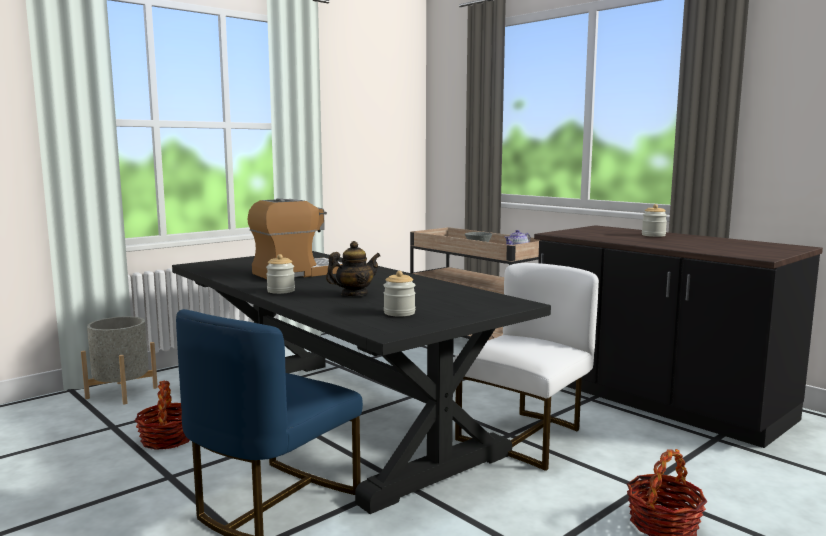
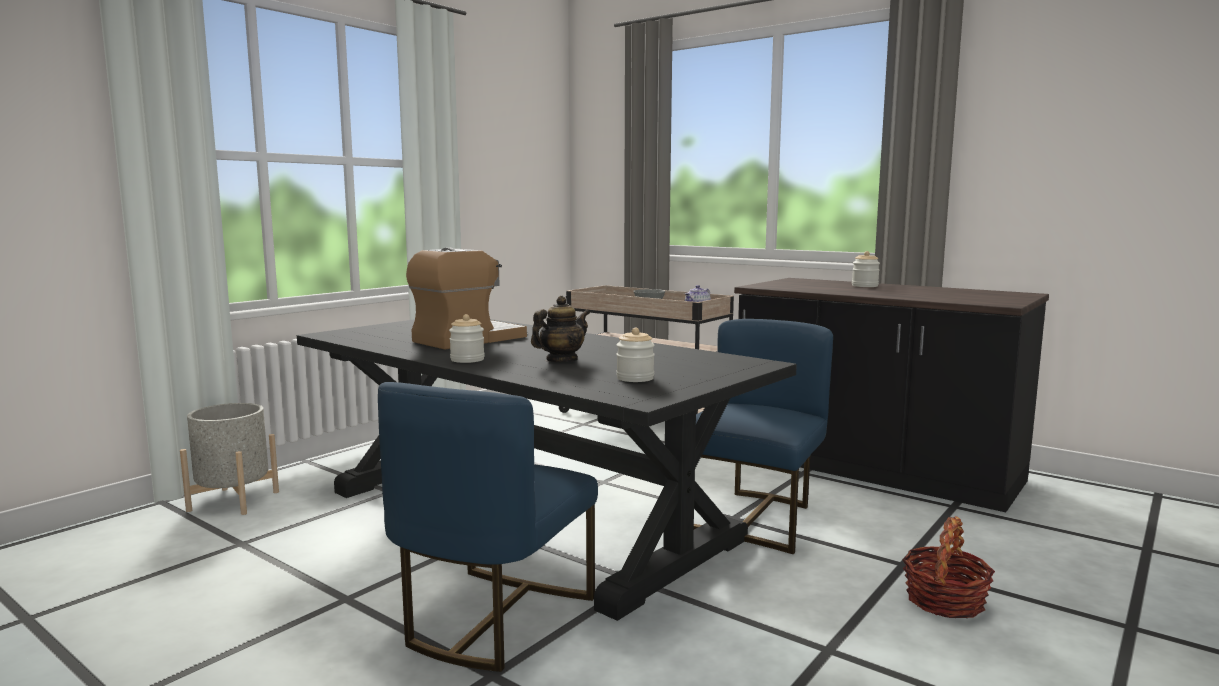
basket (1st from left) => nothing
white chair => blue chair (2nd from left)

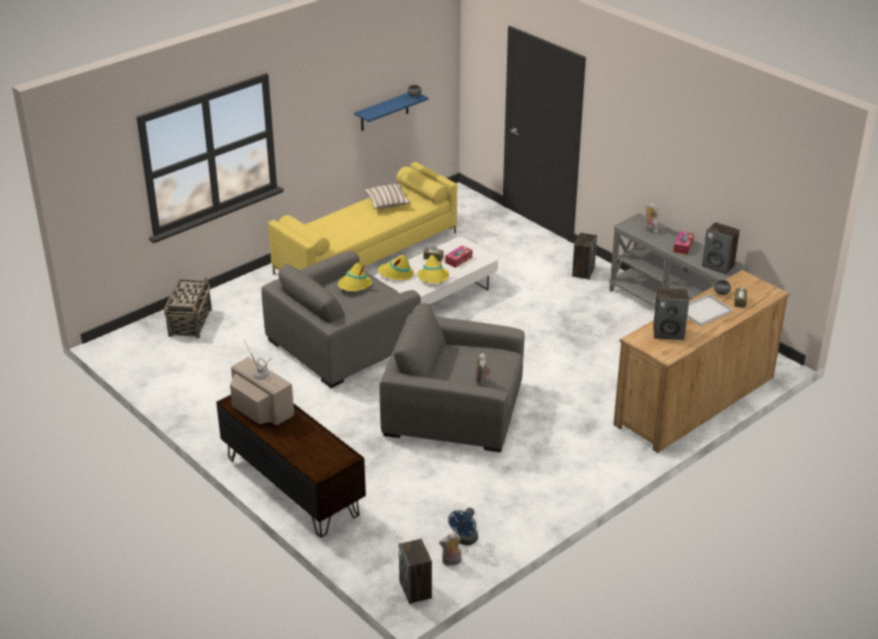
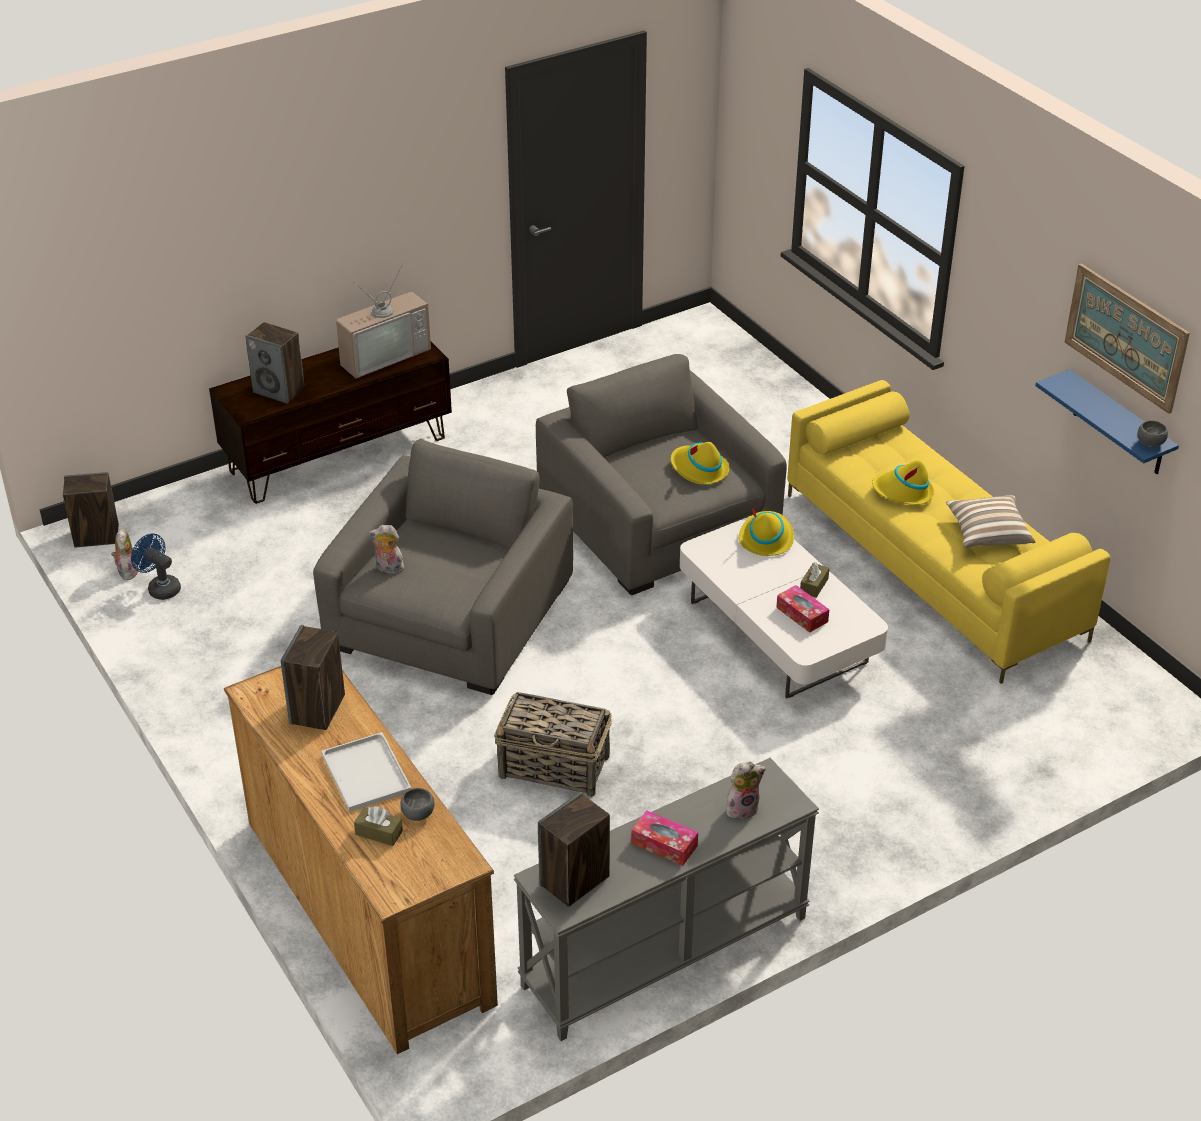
nothing => picture
basket, move
yellow hat (3rd from left), move
speaker (2nd from left), move

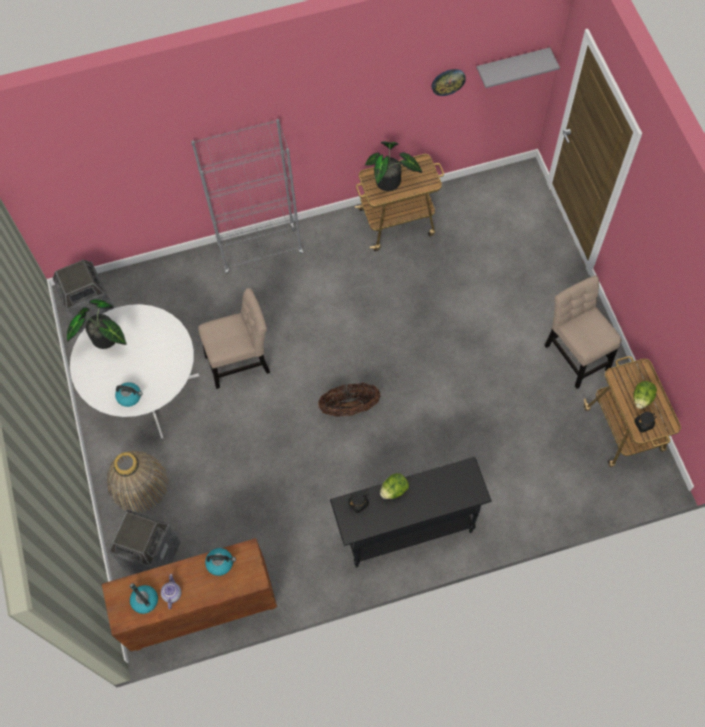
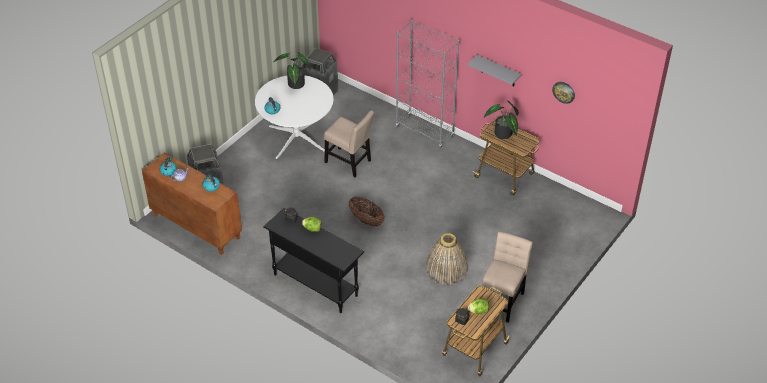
basket (1st from left in the first image) => basket (2nd from left), move
grey shelf, move

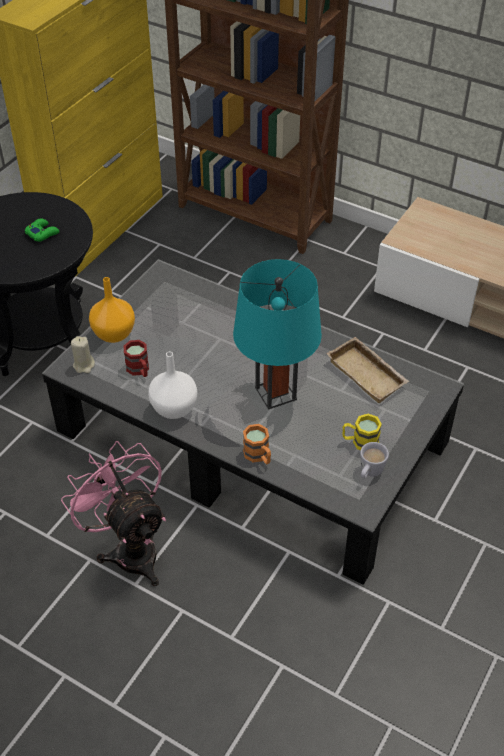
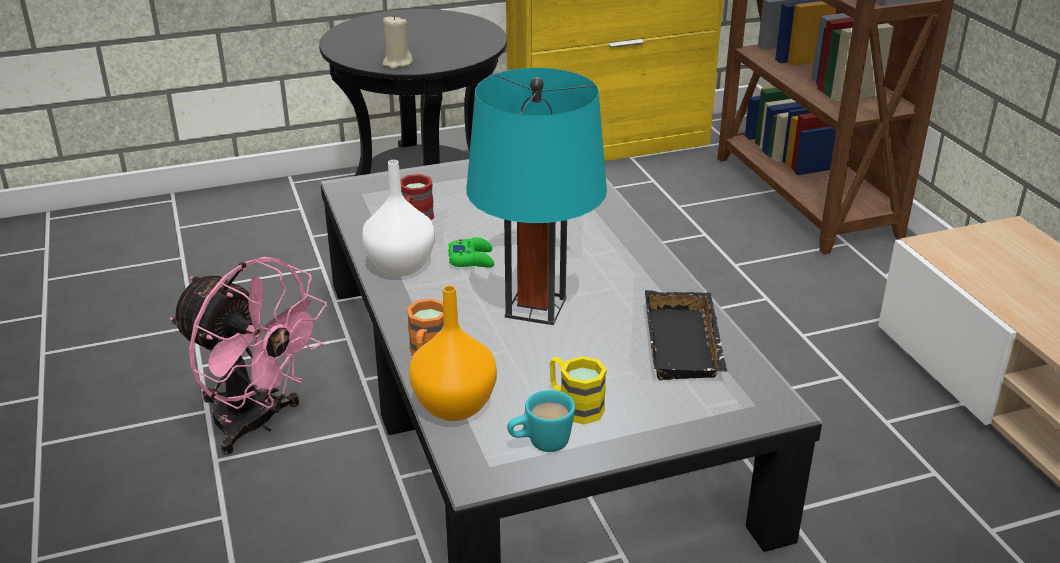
green game controller, move
beige candle, move
orange vase, move
beige tray => black tray
white mug => turquoise mug
pink fan, 120 degrees clockwise

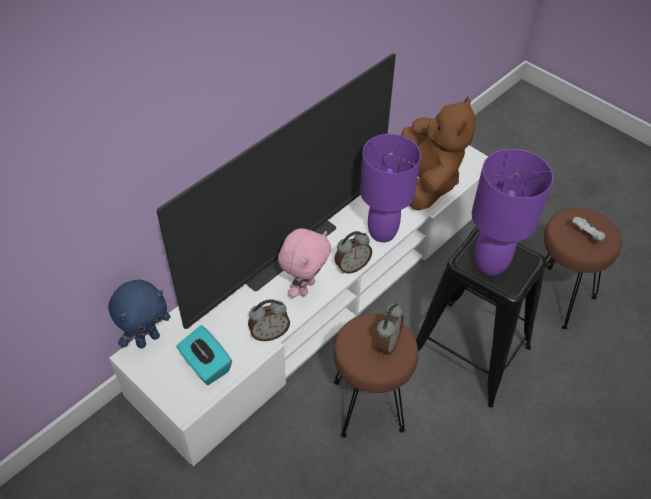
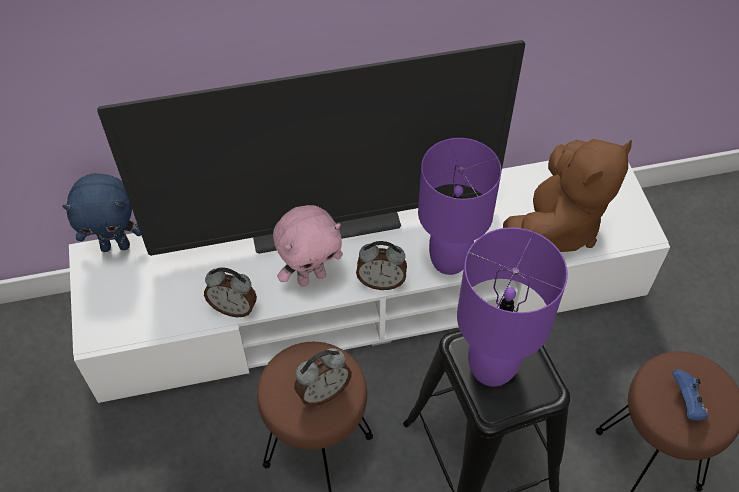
turquoise tissue box => nothing
white game controller => blue game controller

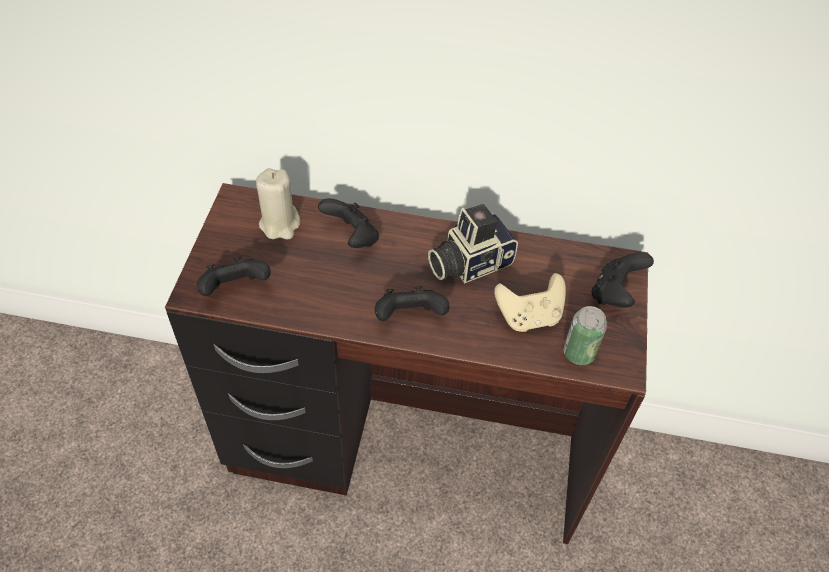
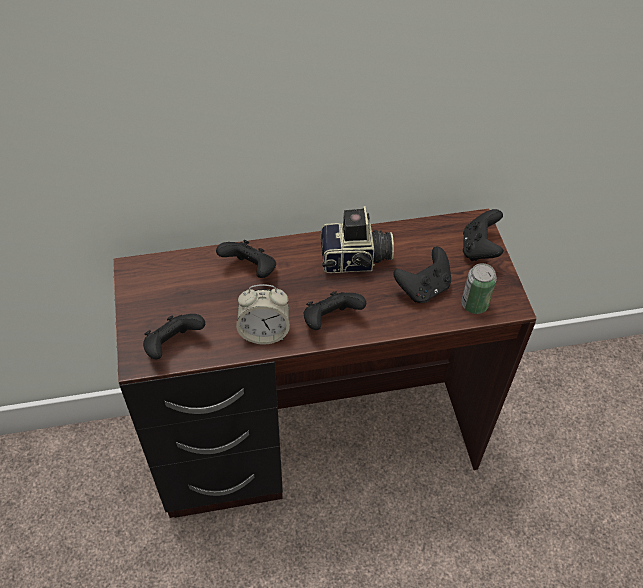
beige candle => nothing
nothing => alarm clock
beige game controller => black game controller (4th from left)
photo camera, 135 degrees counterclockwise

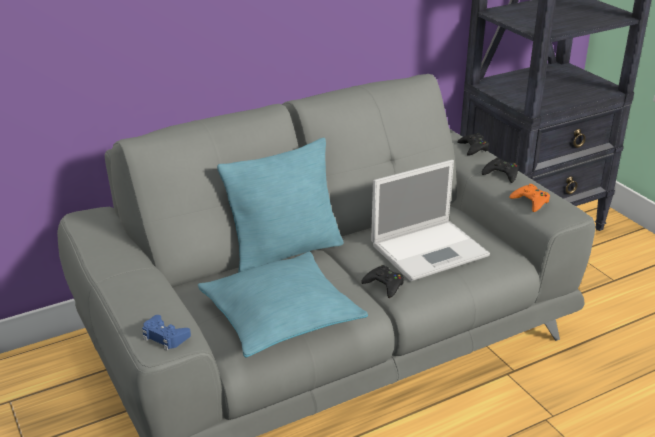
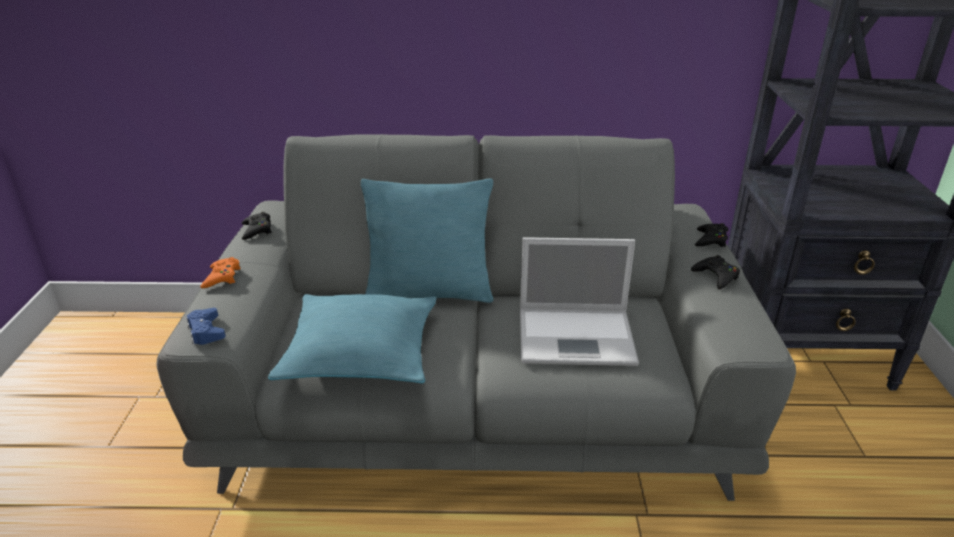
black game controller (1st from left), move
orange game controller, move

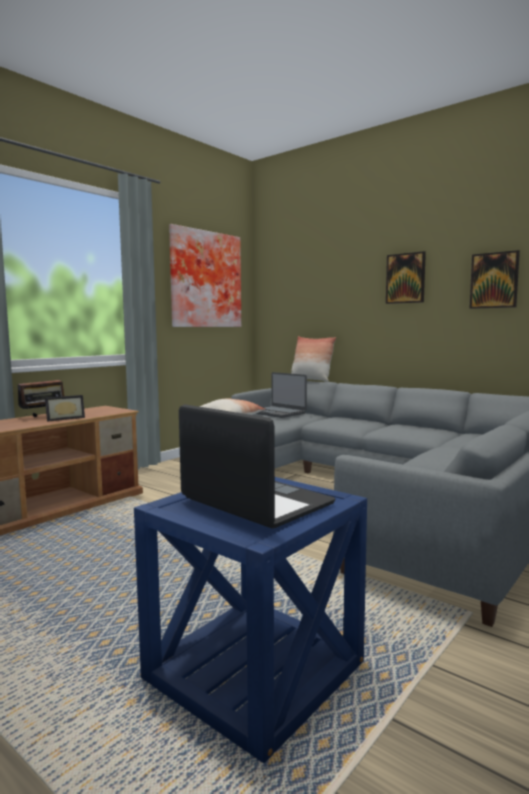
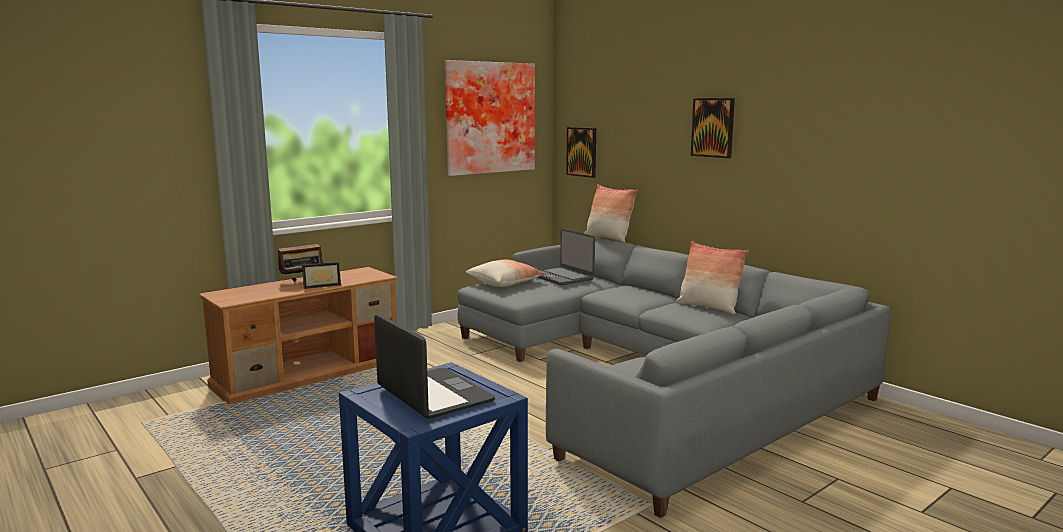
nothing => pillow (3rd from left)
picture (3rd from left in the first image) => picture (2nd from left), move

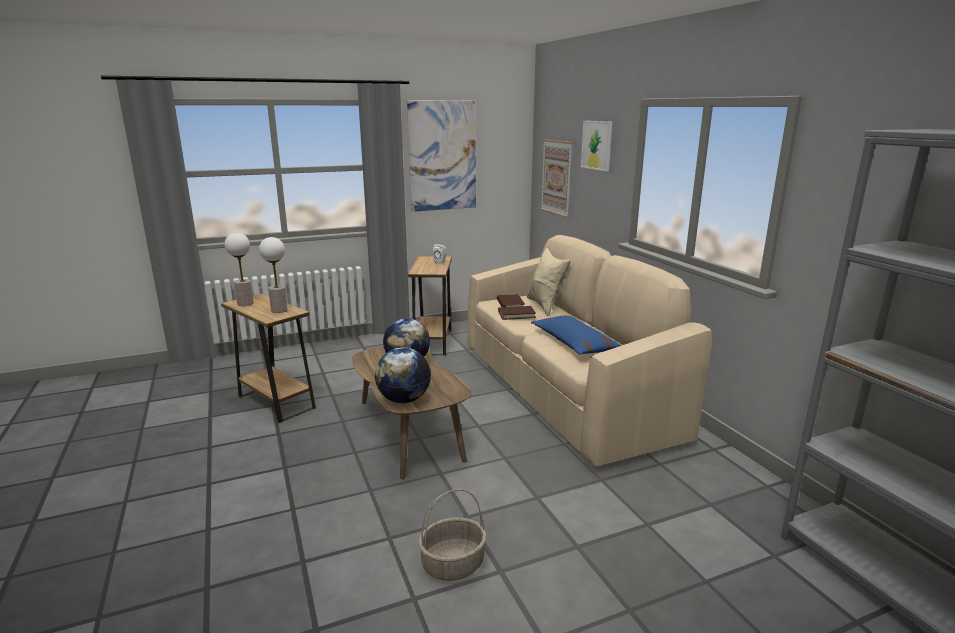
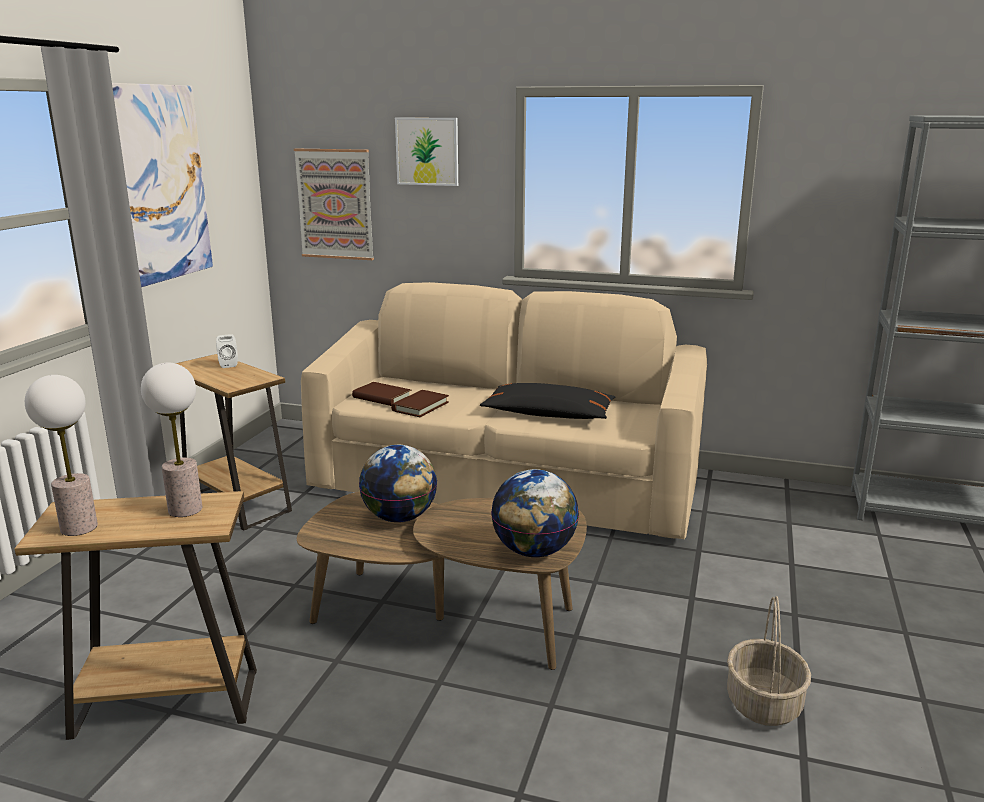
beige pillow => nothing
blue pillow => black pillow

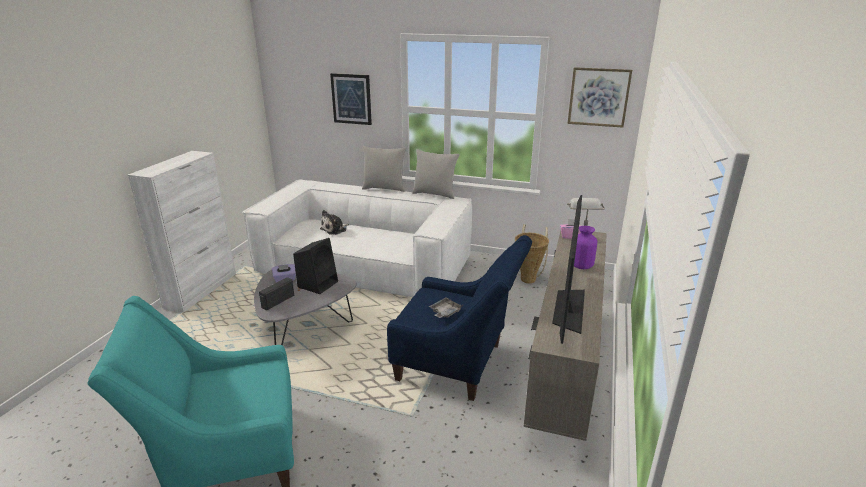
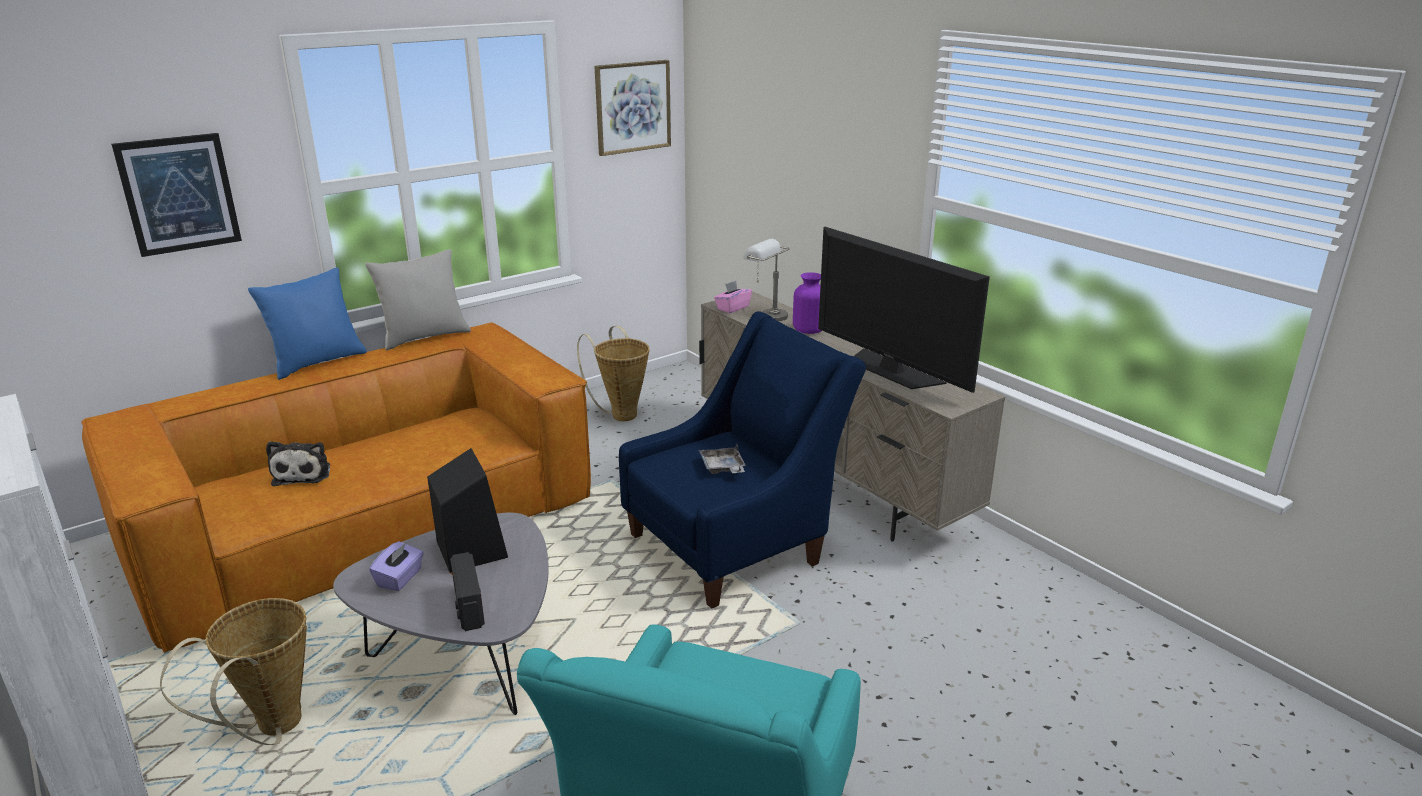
nothing => basket (1st from left)
white sofa => brown sofa
grey pillow (1st from left) => blue pillow

